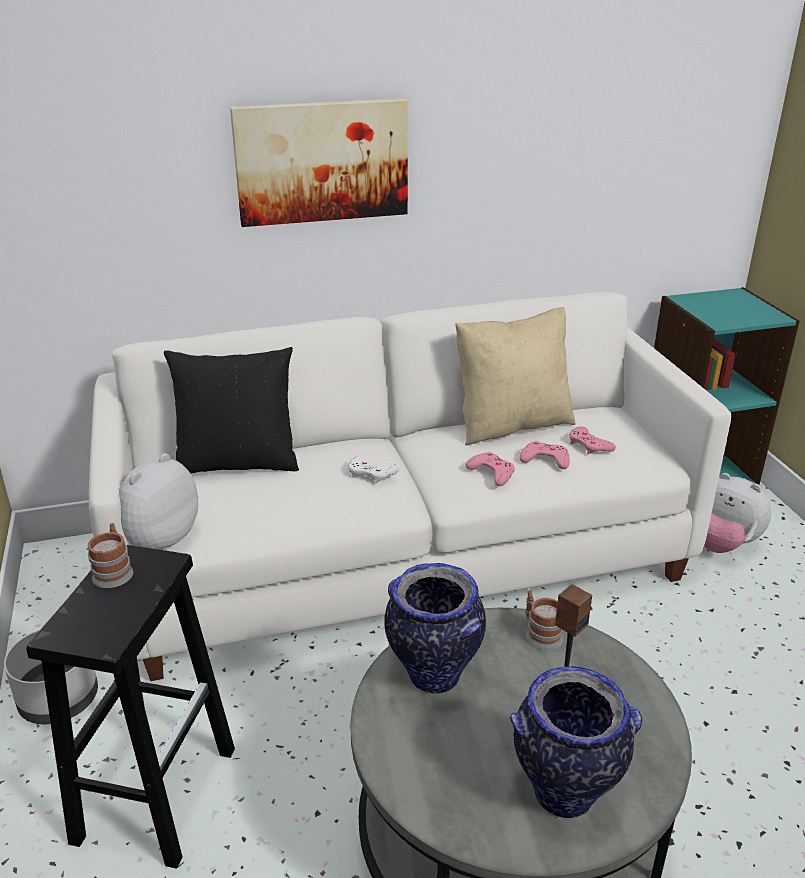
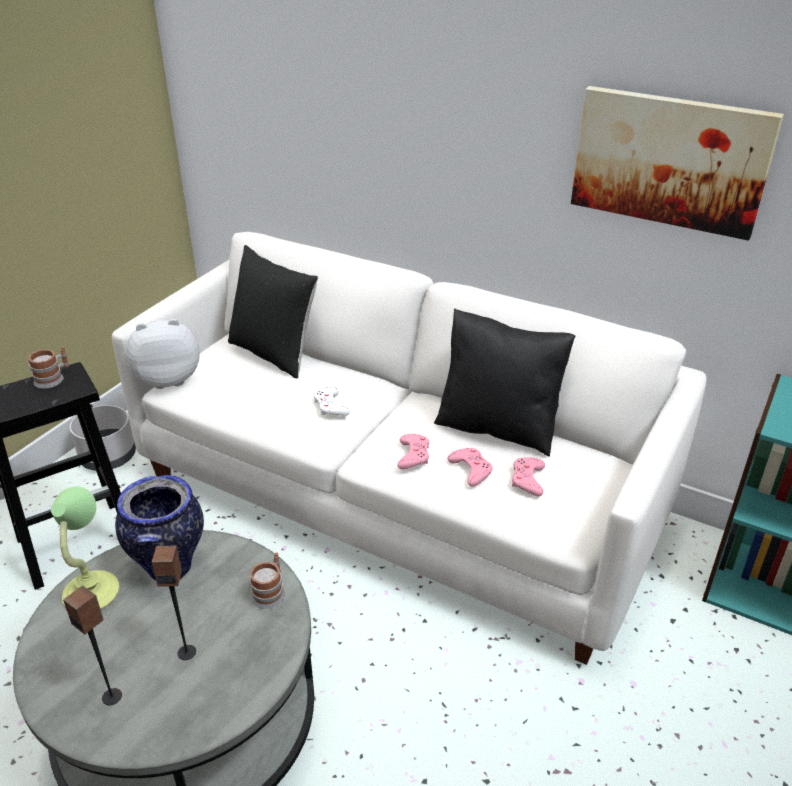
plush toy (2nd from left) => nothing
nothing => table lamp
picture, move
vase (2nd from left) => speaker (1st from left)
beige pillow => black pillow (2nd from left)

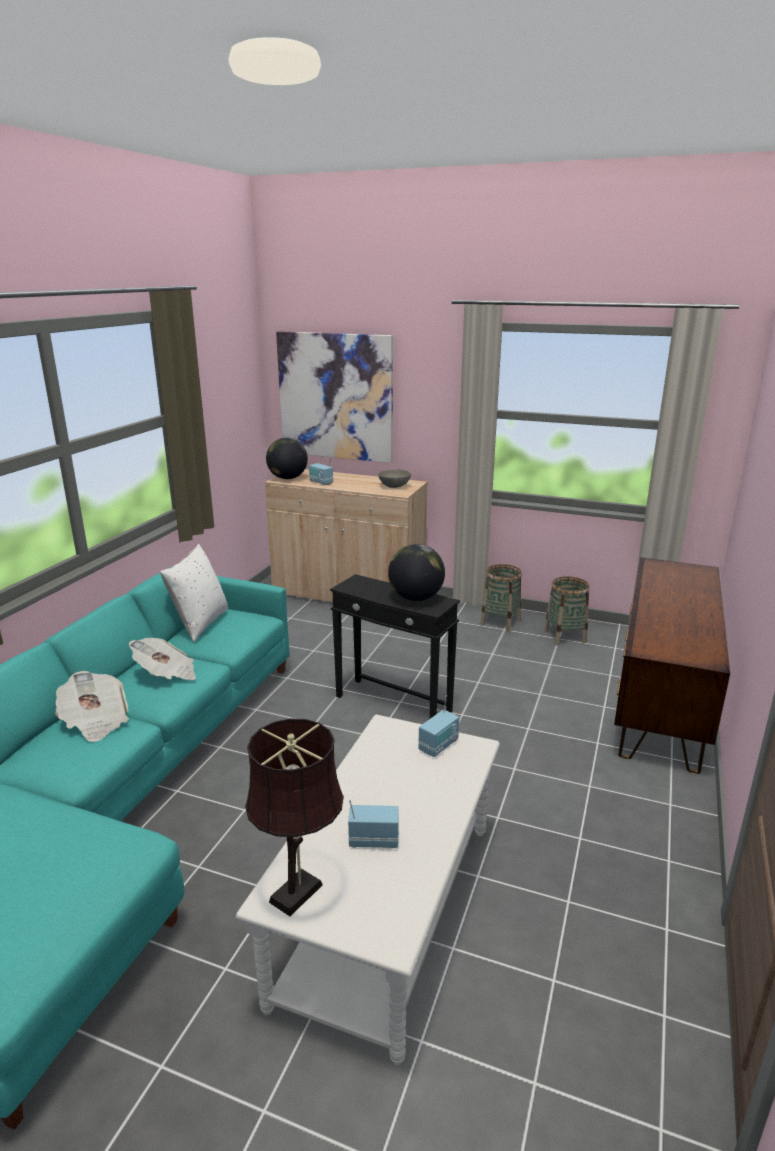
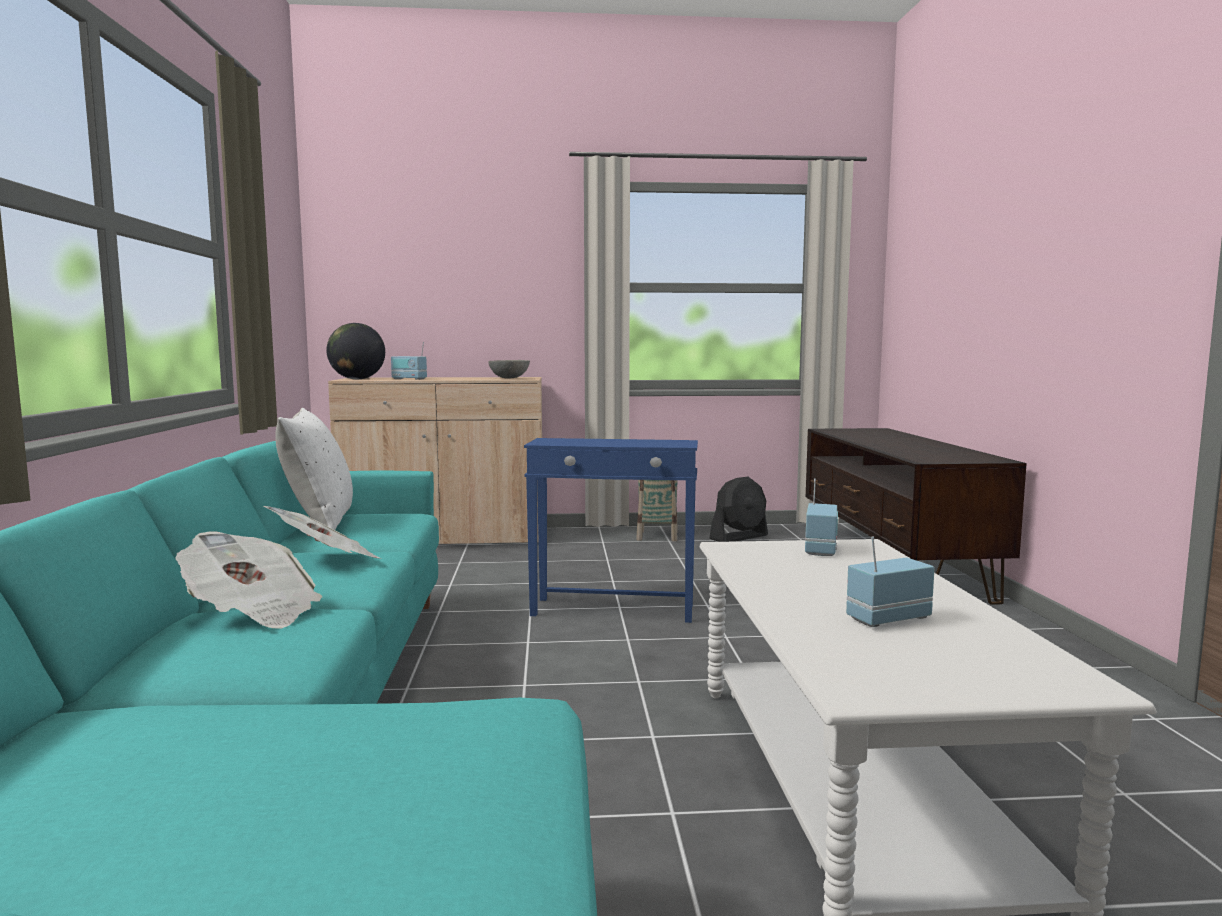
brown table lamp => nothing
picture => nothing
globe (2nd from left) => nothing
basket (2nd from left) => black fan
black side table => blue side table

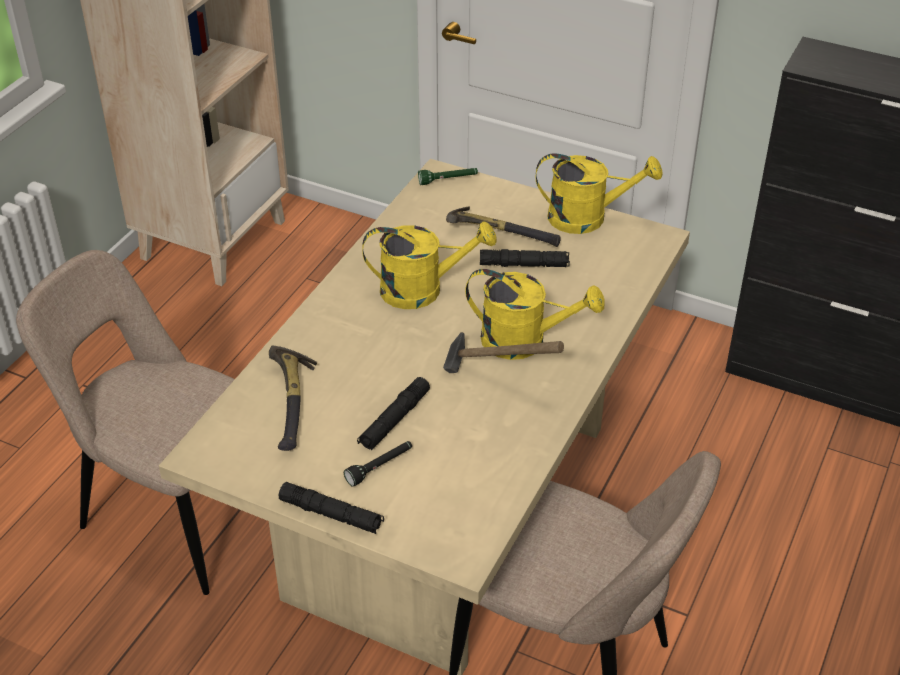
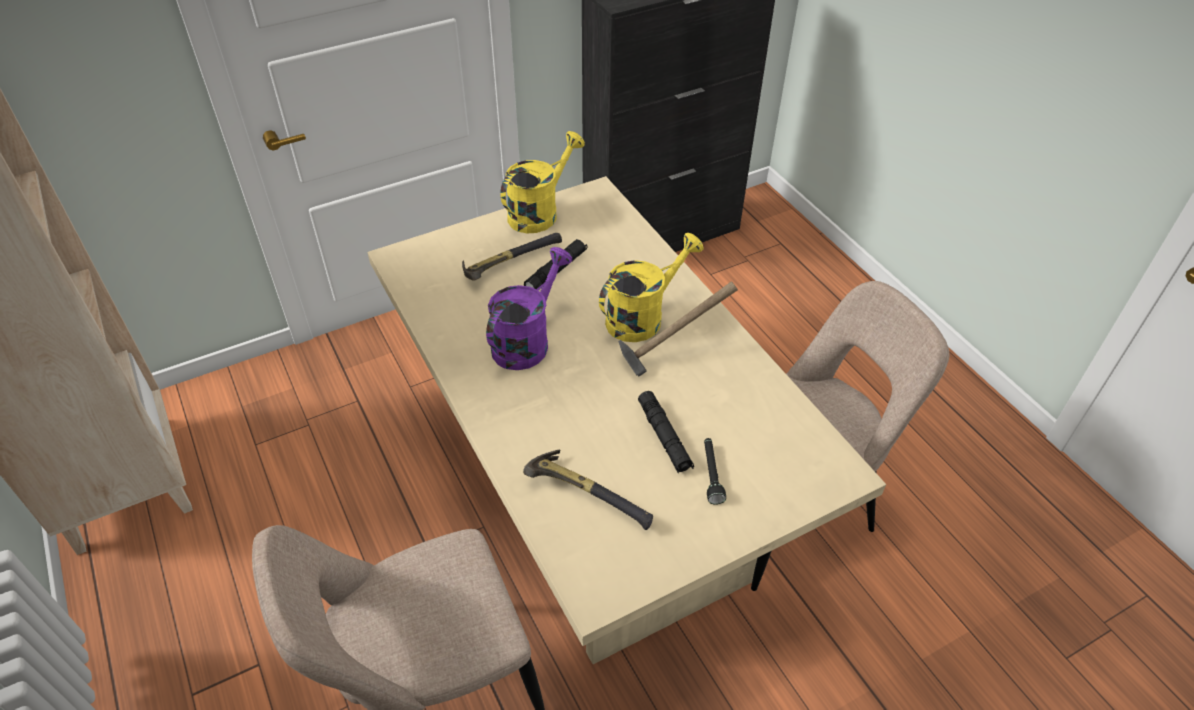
black flashlight (1st from left) => nothing
green flashlight => nothing
yellow watering can (1st from left) => purple watering can

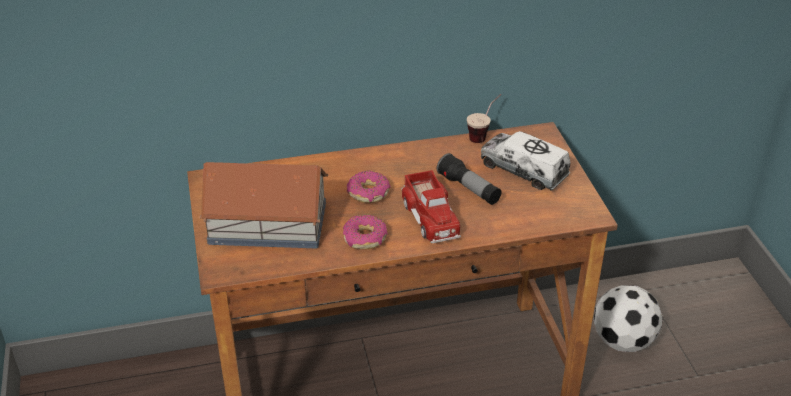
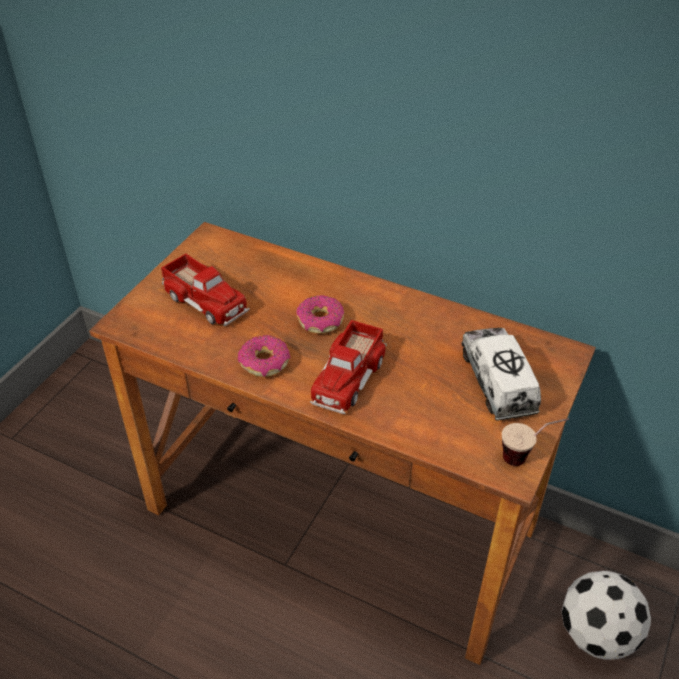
flashlight => nothing
cup, move
toy house => toy truck (1st from left)

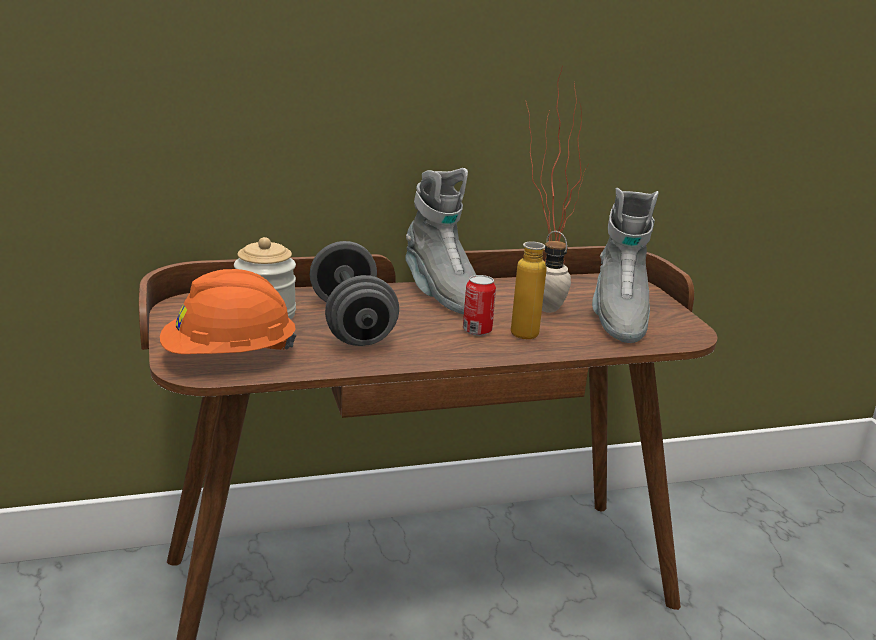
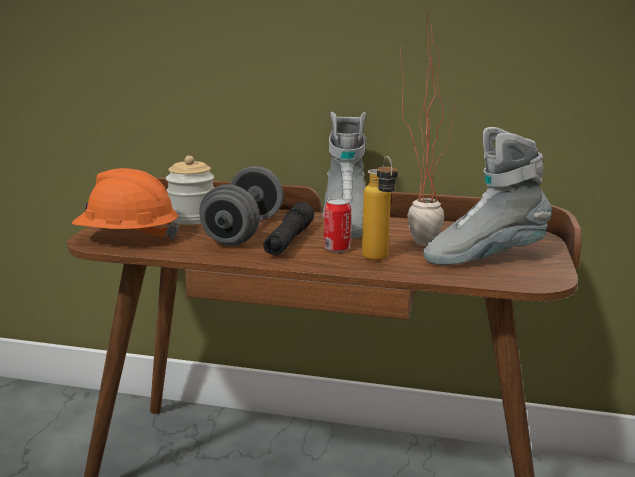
nothing => black flashlight
grey boot (2nd from left), 45 degrees clockwise

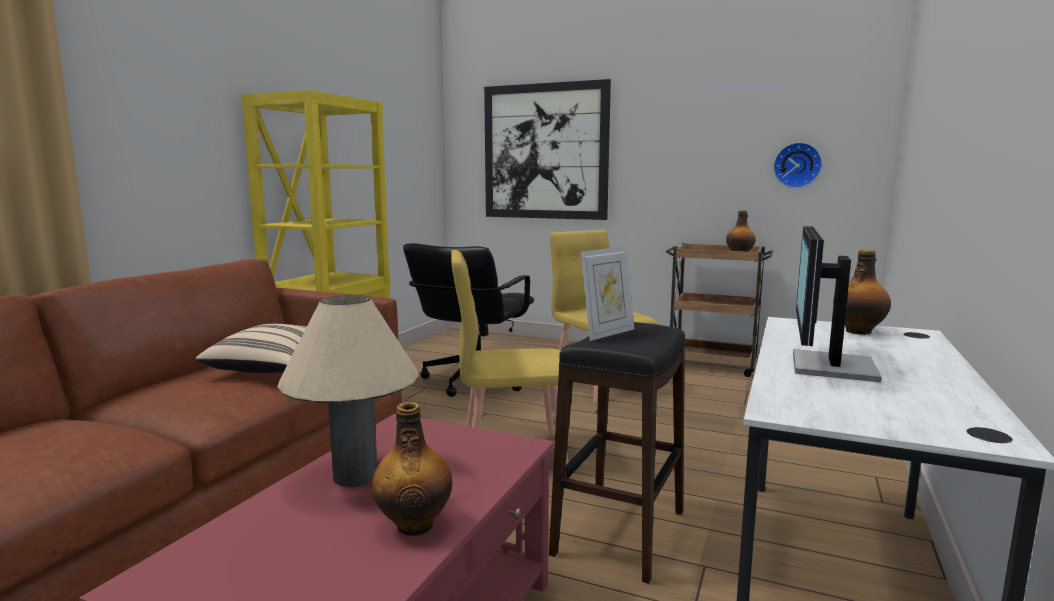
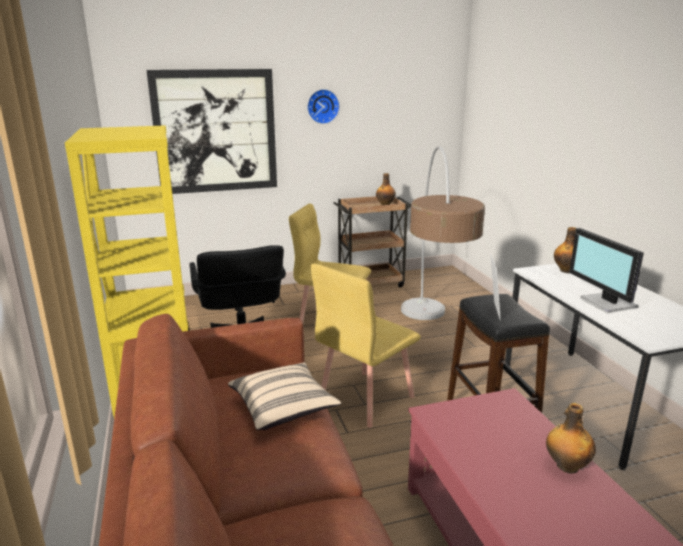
beige table lamp => nothing
nothing => floor lamp
wall clock, move

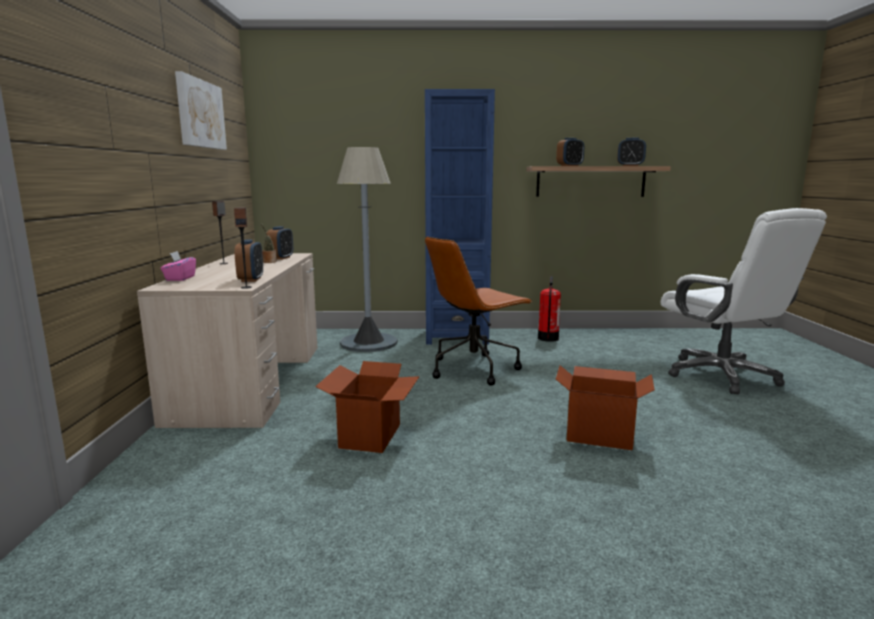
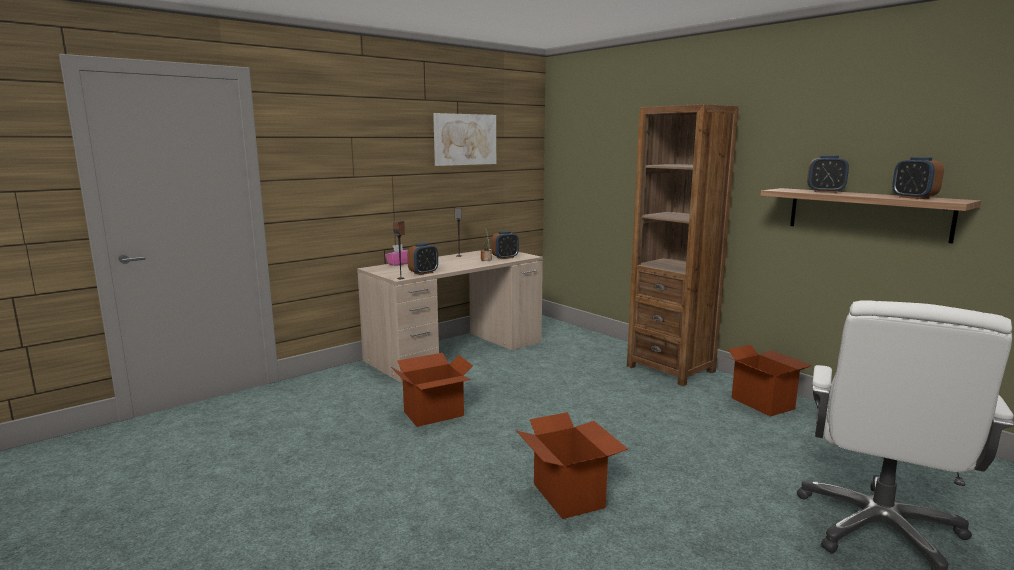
grey floor lamp => nothing
brown office chair => nothing
fire extinguisher => cardboard box (3rd from left)
blue bookcase => brown bookcase

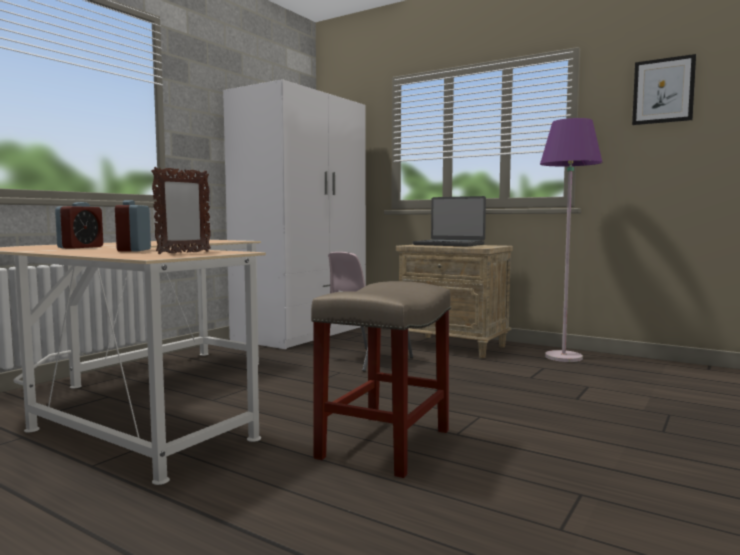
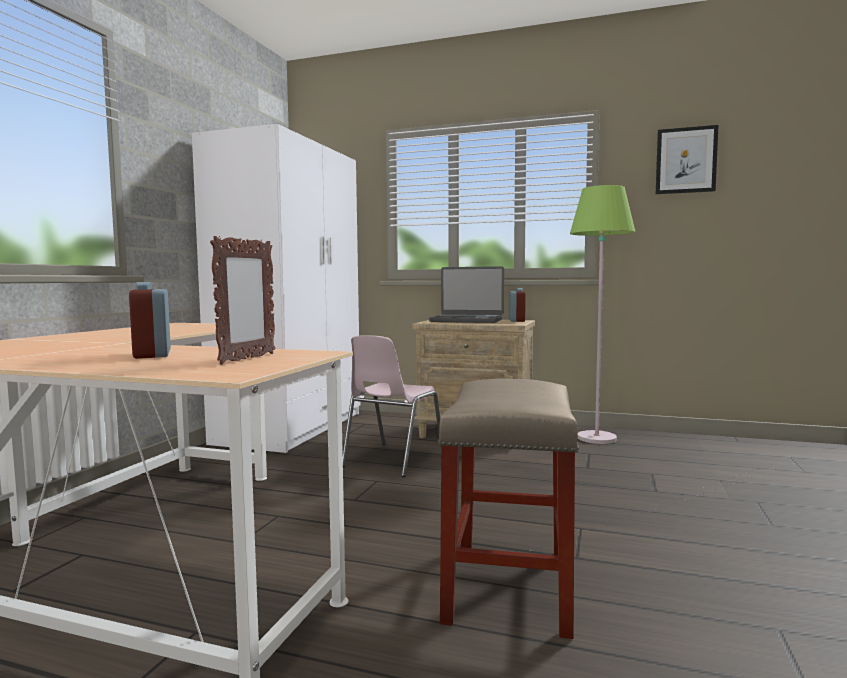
alarm clock (1st from left in the first image) => alarm clock (2nd from left), move
purple floor lamp => green floor lamp

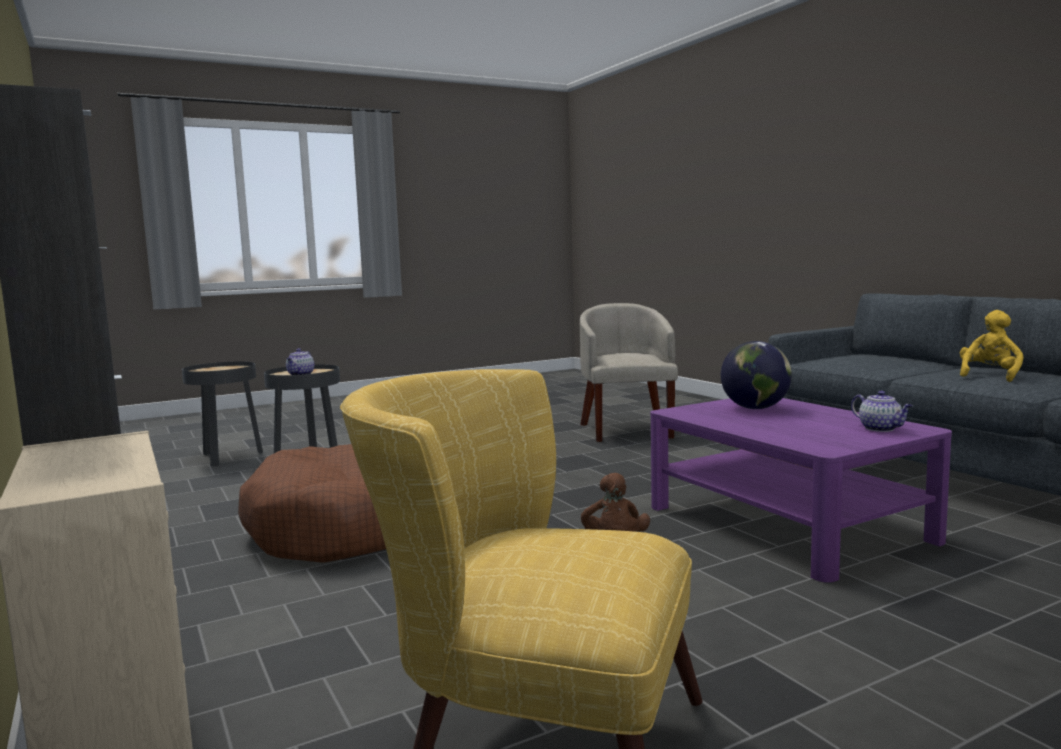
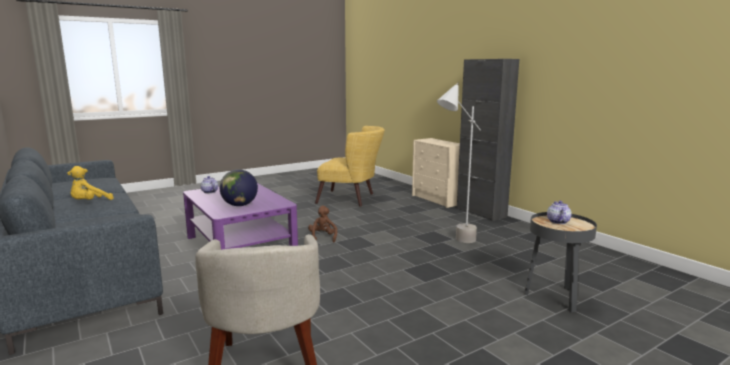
black side table (1st from left) => nothing
brown dog bed => grey floor lamp

